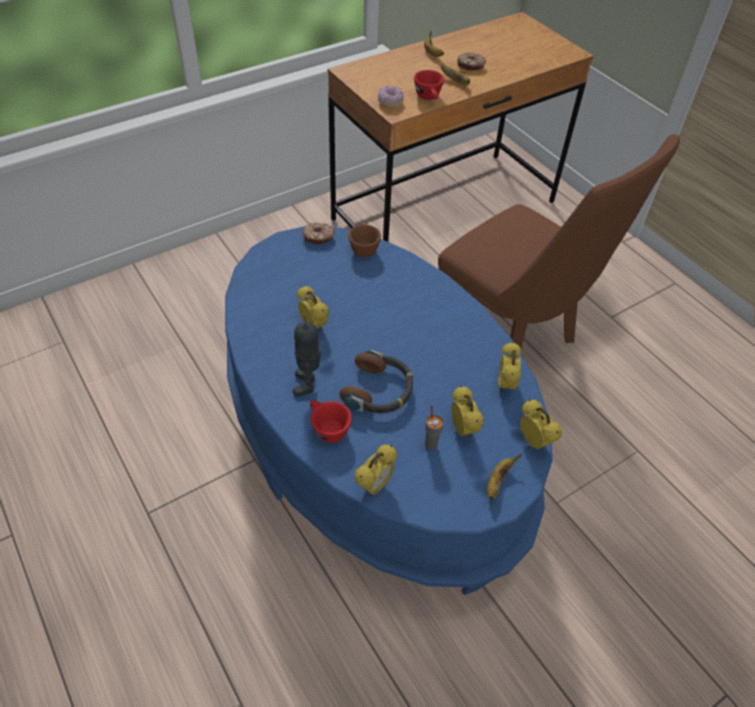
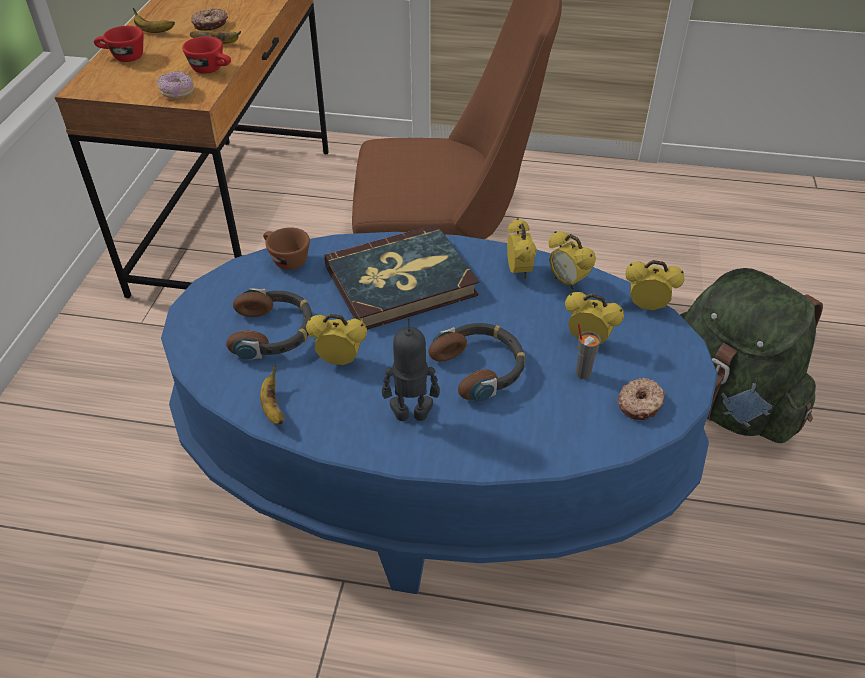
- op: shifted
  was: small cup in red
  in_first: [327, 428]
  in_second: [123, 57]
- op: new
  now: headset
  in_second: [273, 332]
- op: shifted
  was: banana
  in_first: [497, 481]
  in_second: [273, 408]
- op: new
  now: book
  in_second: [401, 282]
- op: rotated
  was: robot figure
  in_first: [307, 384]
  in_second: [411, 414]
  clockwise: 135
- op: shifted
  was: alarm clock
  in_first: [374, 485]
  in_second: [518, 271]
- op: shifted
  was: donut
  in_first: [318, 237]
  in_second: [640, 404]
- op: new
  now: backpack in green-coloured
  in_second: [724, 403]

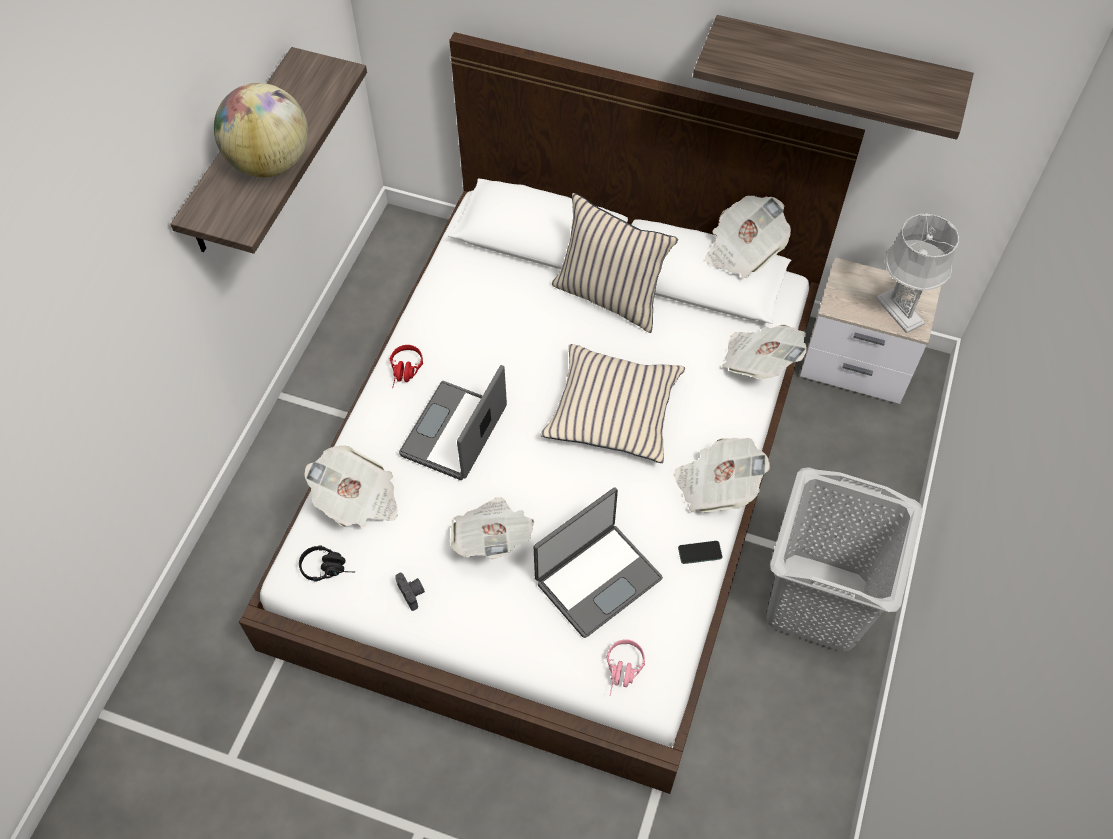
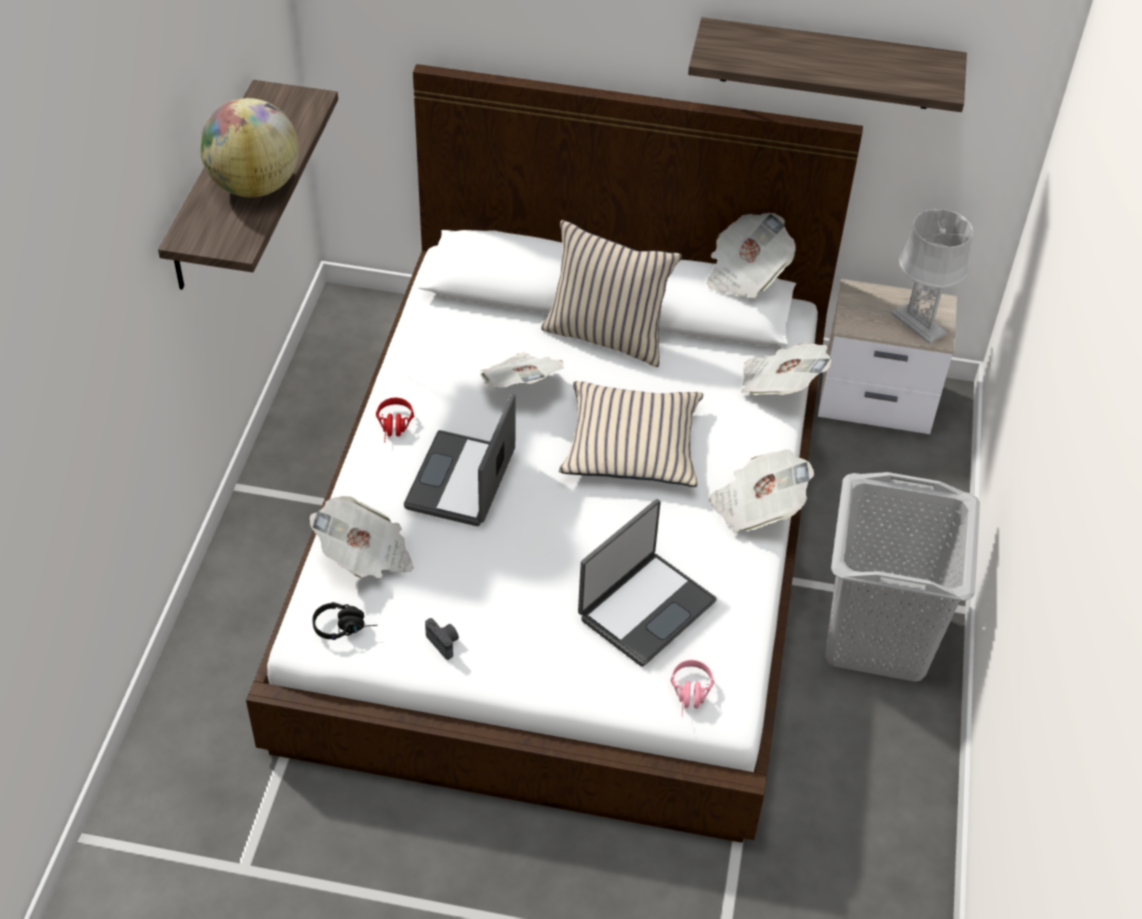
- op: shifted
  was: printed paper
  in_first: [492, 538]
  in_second: [521, 386]
- op: gone
  was: telephone
  in_first: [700, 552]

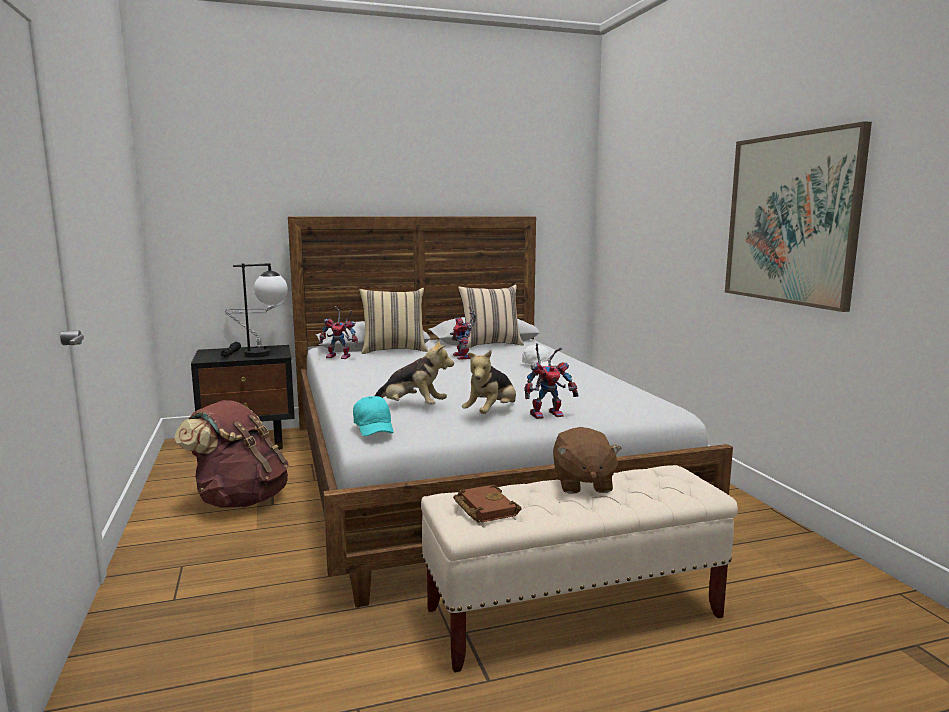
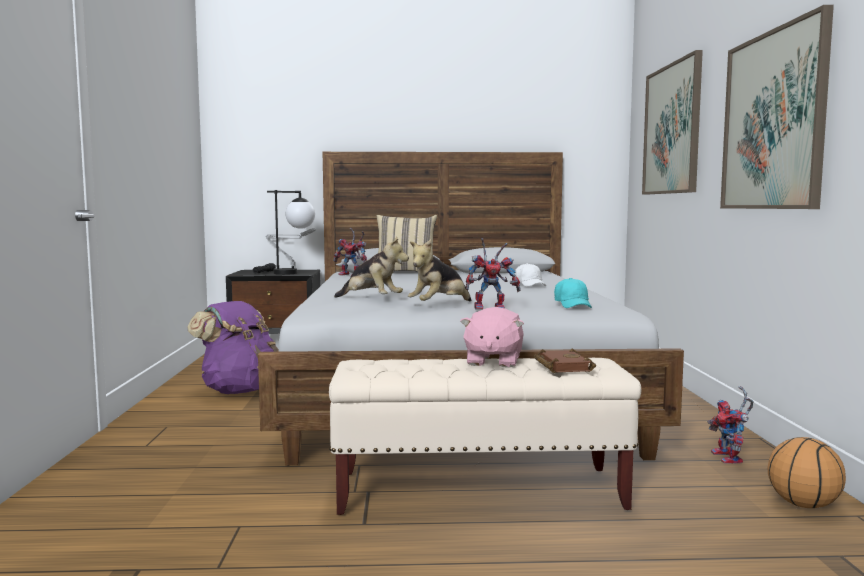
- op: repainted
  was: backpack in brown
  now: backpack in purple-coloured
  in_first: [240, 500]
  in_second: [241, 391]
- op: repainted
  was: plush toy in brown
  now: plush toy in pinkish
  in_first: [582, 484]
  in_second: [492, 361]
- op: shifted
  was: book in brown
  in_first: [483, 508]
  in_second: [561, 366]
- op: shifted
  was: baseball cap in turquoise
  in_first: [374, 428]
  in_second: [573, 305]
- op: new
  now: picture
  in_second: [672, 129]
- op: shifted
  was: robot figure
  in_first: [464, 357]
  in_second: [730, 459]
- op: new
  now: ball for basketball
  in_second: [803, 505]
- op: gone
  was: cushion in beige-coloured
  in_first: [490, 345]

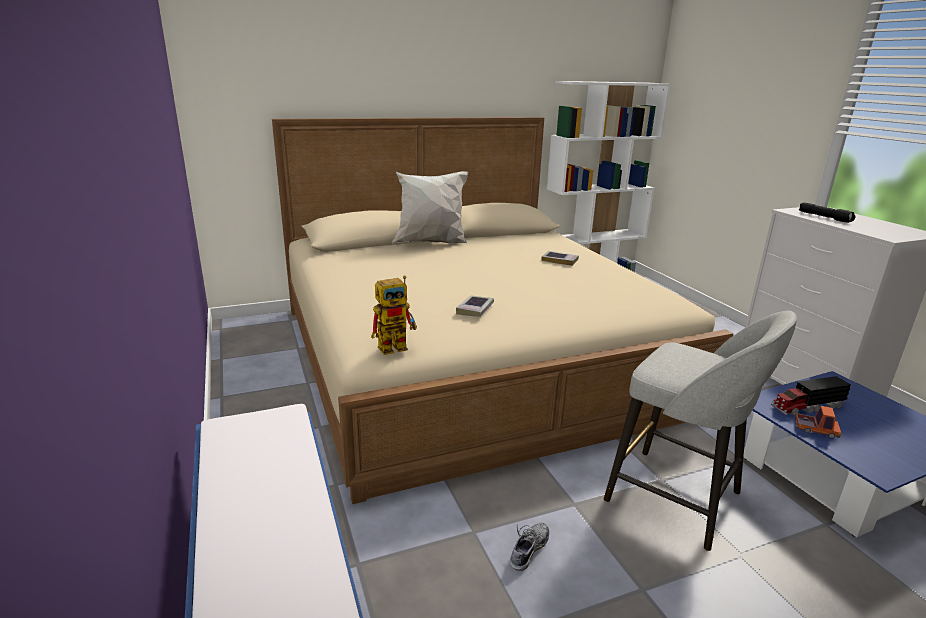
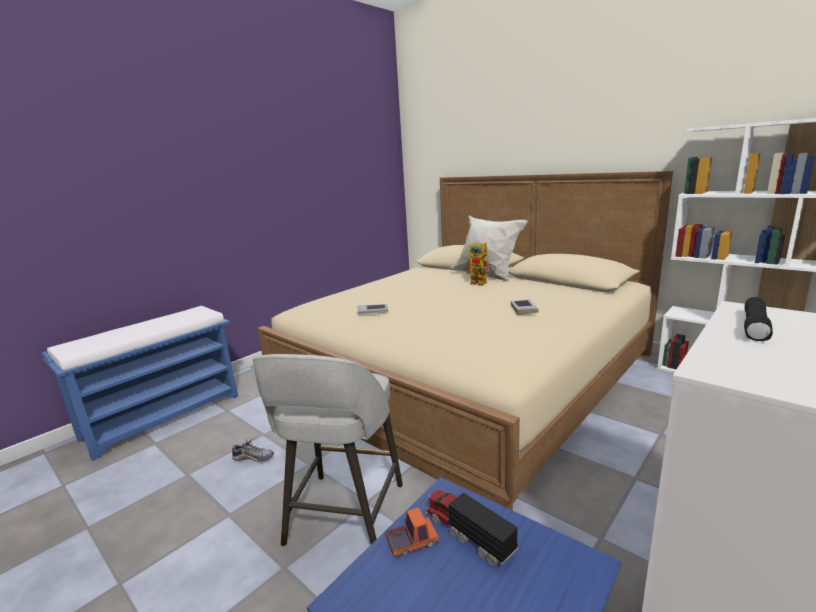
- op: rotated
  was: toy truck
  in_first: [815, 430]
  in_second: [412, 542]
  clockwise: -105
- op: shifted
  was: robot figure
  in_first: [397, 346]
  in_second: [482, 283]

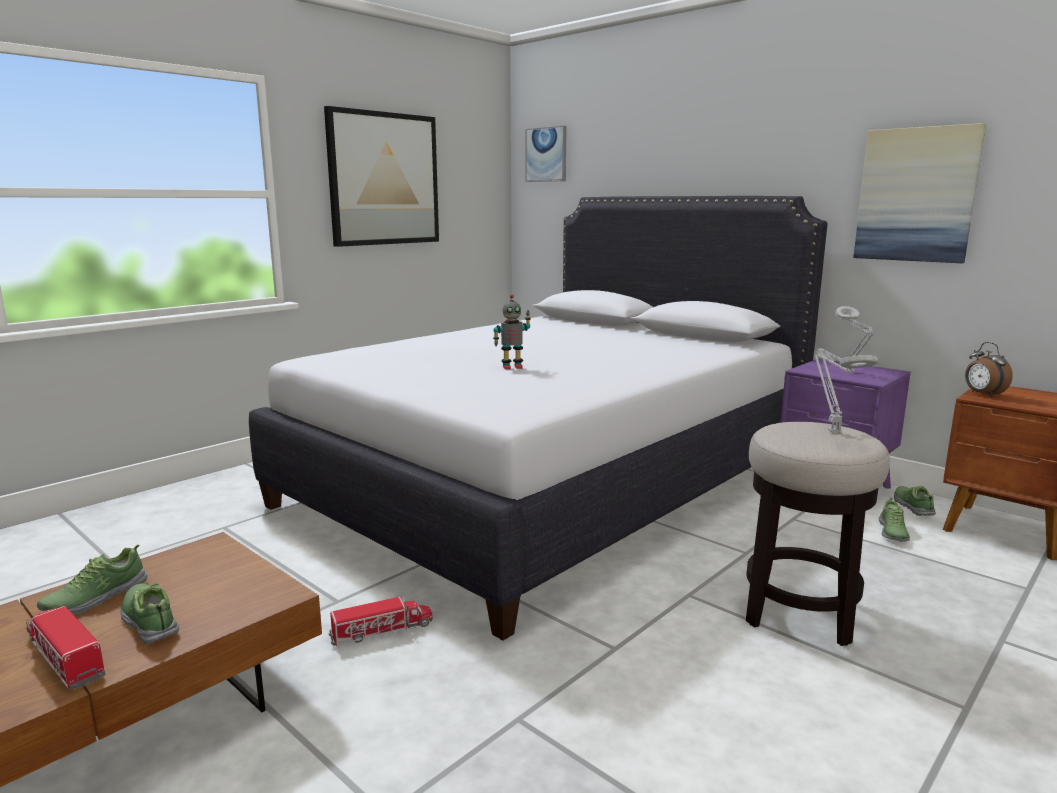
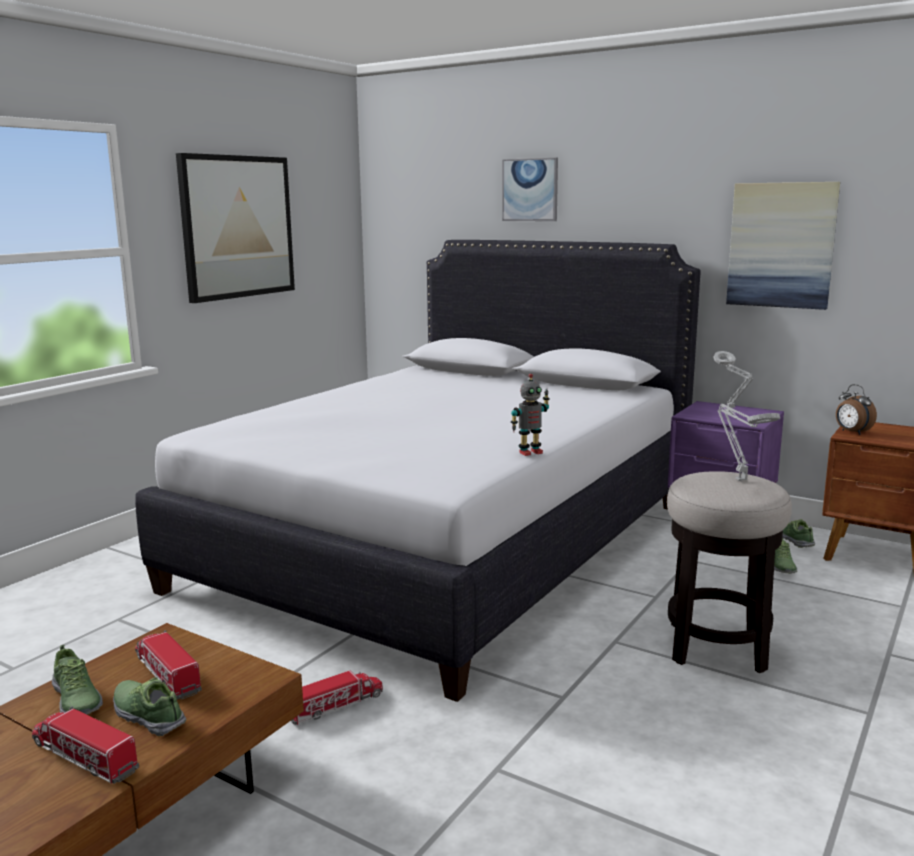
- op: rotated
  was: item of footwear
  in_first: [95, 598]
  in_second: [76, 700]
  clockwise: -60
- op: new
  now: toy truck
  in_second: [167, 674]
- op: shifted
  was: picture
  in_first: [546, 154]
  in_second: [530, 190]
- op: shifted
  was: robot figure
  in_first: [512, 367]
  in_second: [530, 452]

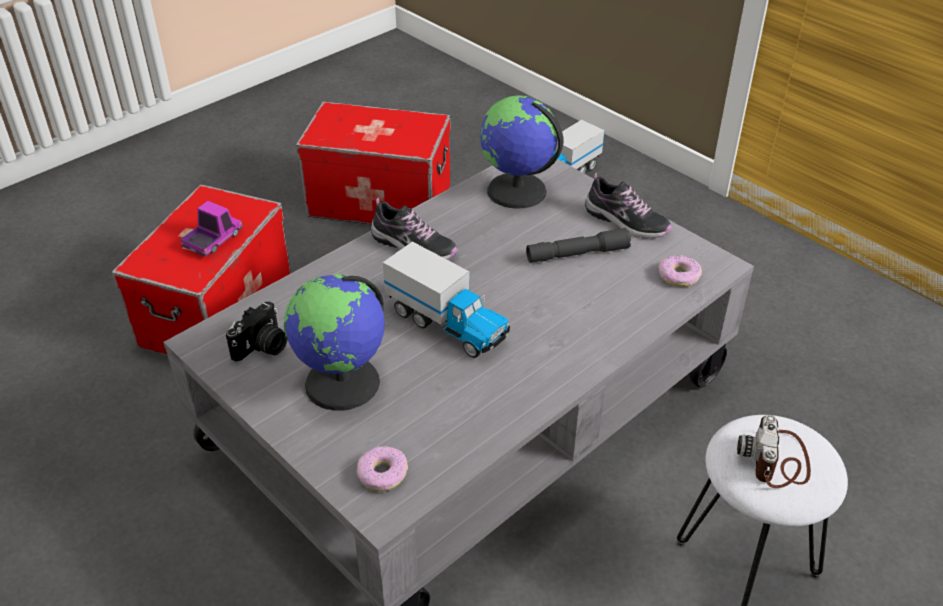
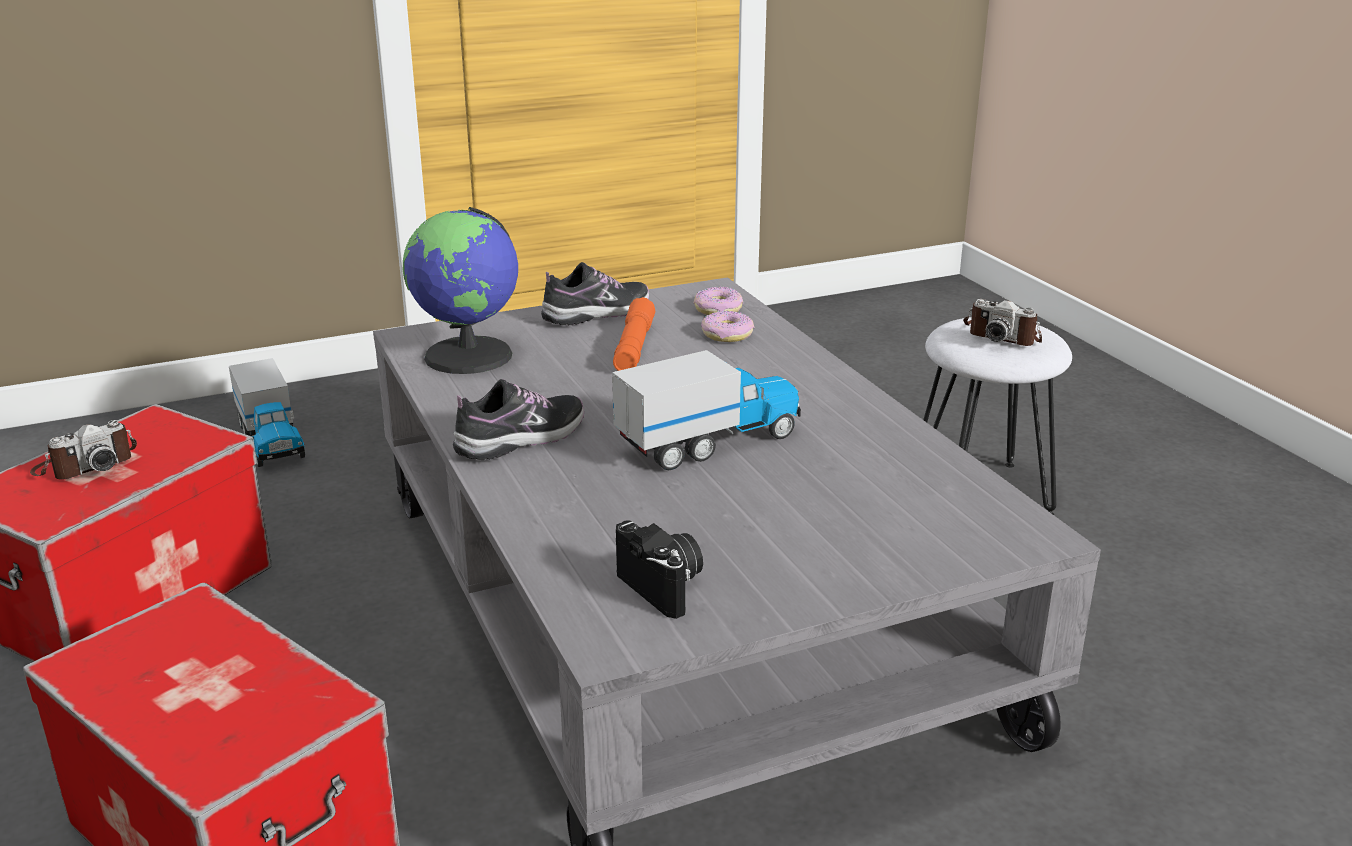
- op: new
  now: photo camera
  in_second: [86, 465]
- op: repainted
  was: torch in gray
  now: torch in orange-coloured
  in_first: [577, 254]
  in_second: [634, 347]
- op: shifted
  was: donut
  in_first: [382, 474]
  in_second: [727, 335]
- op: gone
  was: toy truck
  in_first: [213, 240]
- op: gone
  was: desk globe
  in_first: [343, 383]

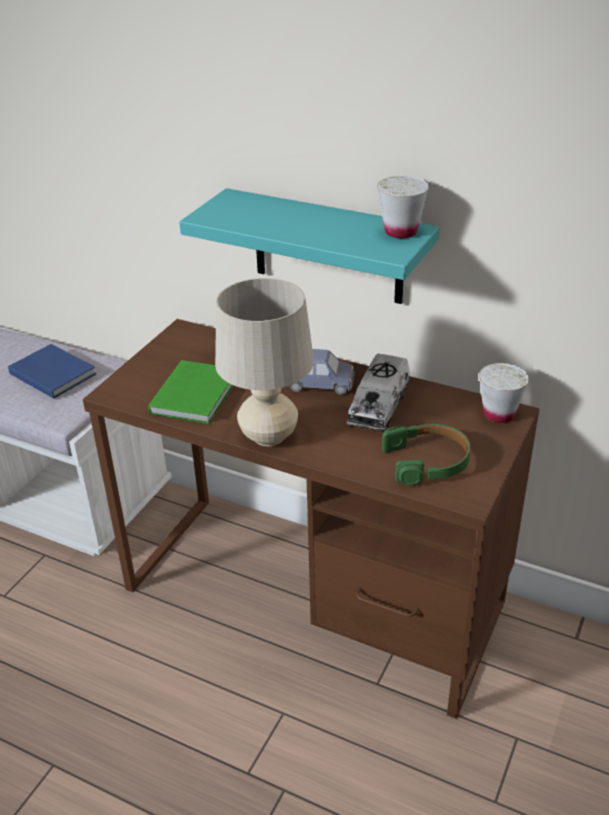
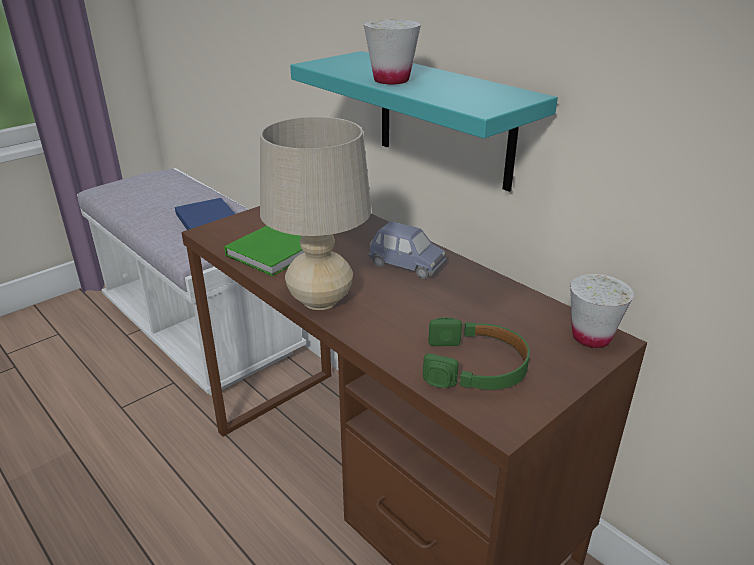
- op: shifted
  was: small cup in white-coloured
  in_first: [400, 232]
  in_second: [391, 80]
- op: gone
  was: toy truck
  in_first: [379, 407]

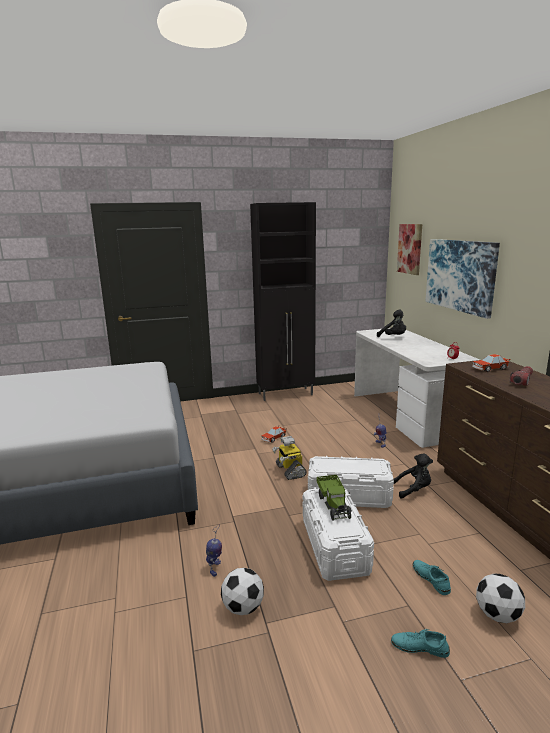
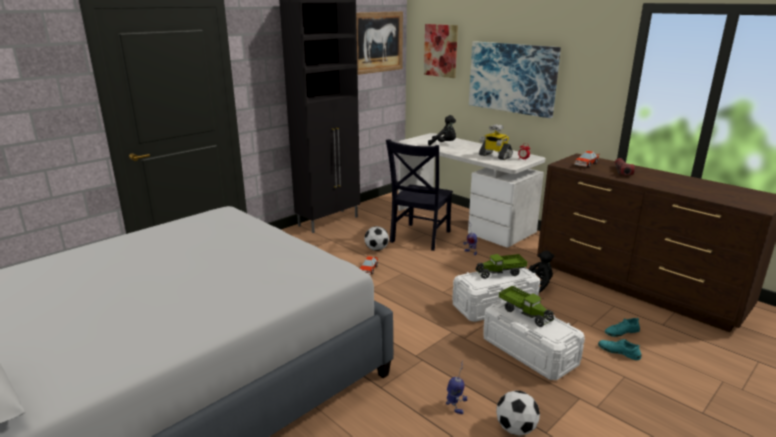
- op: new
  now: picture
  in_second: [377, 42]
- op: shifted
  was: football ball
  in_first: [497, 615]
  in_second: [376, 249]
- op: new
  now: plain chair in black-coloured
  in_second: [419, 237]
- op: new
  now: toy truck
  in_second: [500, 273]
- op: shifted
  was: robot figure
  in_first: [289, 470]
  in_second: [494, 156]
- op: shifted
  was: item of footwear in turquoise
  in_first: [419, 647]
  in_second: [621, 332]

